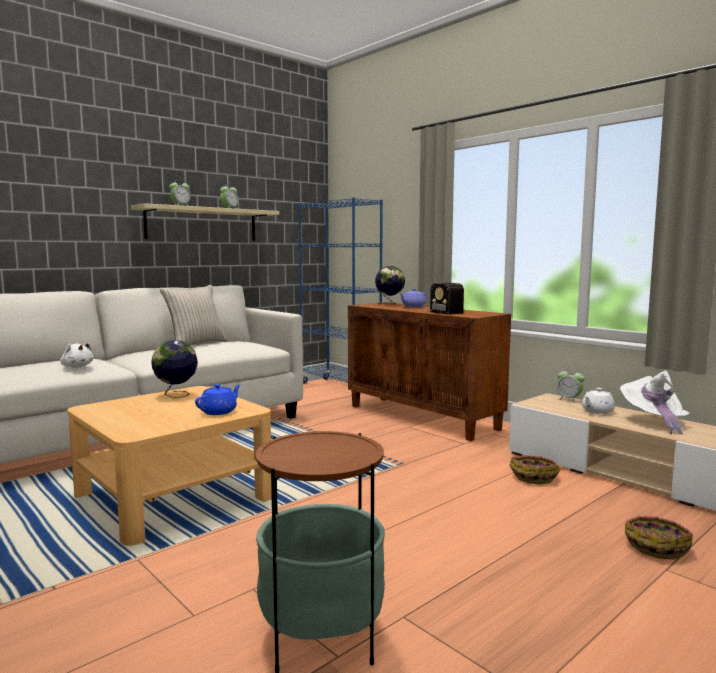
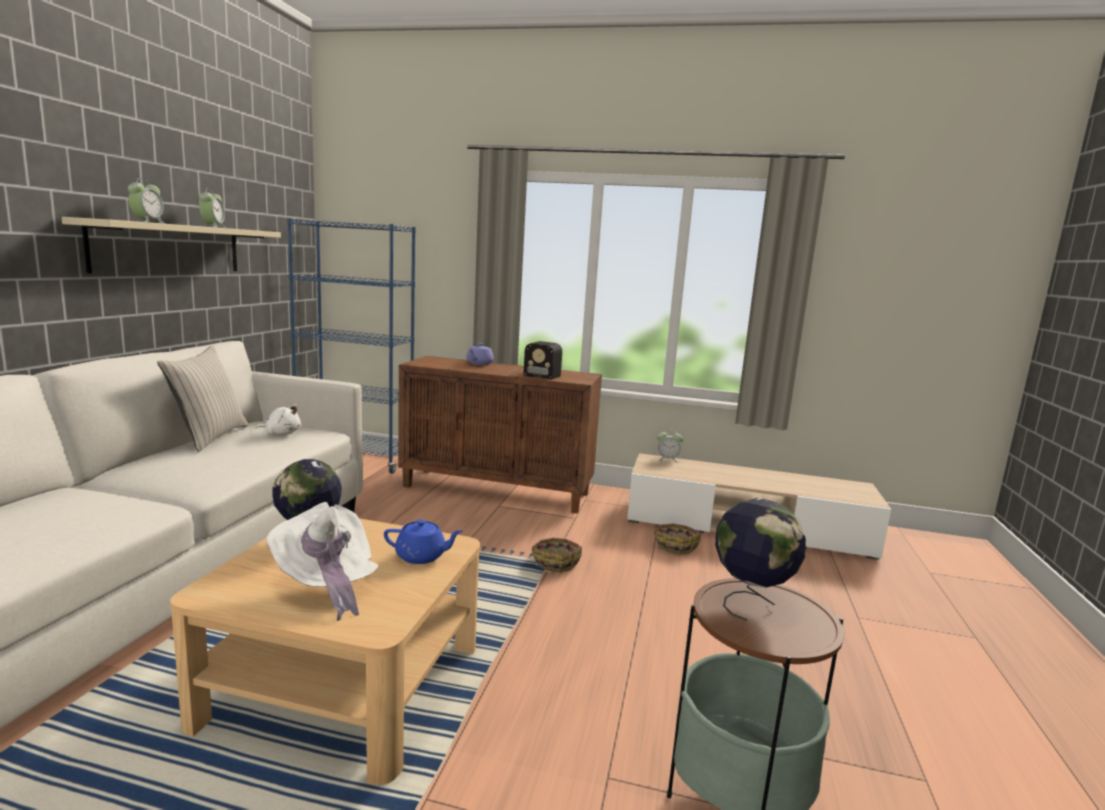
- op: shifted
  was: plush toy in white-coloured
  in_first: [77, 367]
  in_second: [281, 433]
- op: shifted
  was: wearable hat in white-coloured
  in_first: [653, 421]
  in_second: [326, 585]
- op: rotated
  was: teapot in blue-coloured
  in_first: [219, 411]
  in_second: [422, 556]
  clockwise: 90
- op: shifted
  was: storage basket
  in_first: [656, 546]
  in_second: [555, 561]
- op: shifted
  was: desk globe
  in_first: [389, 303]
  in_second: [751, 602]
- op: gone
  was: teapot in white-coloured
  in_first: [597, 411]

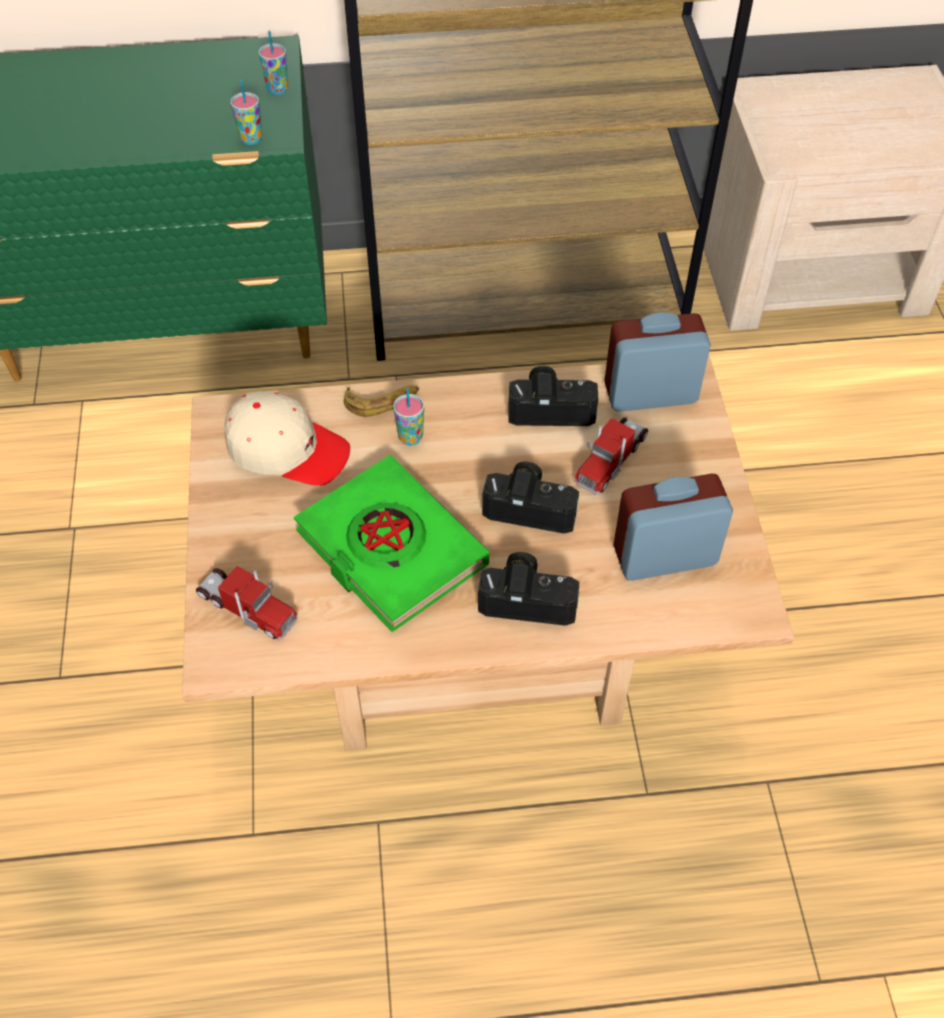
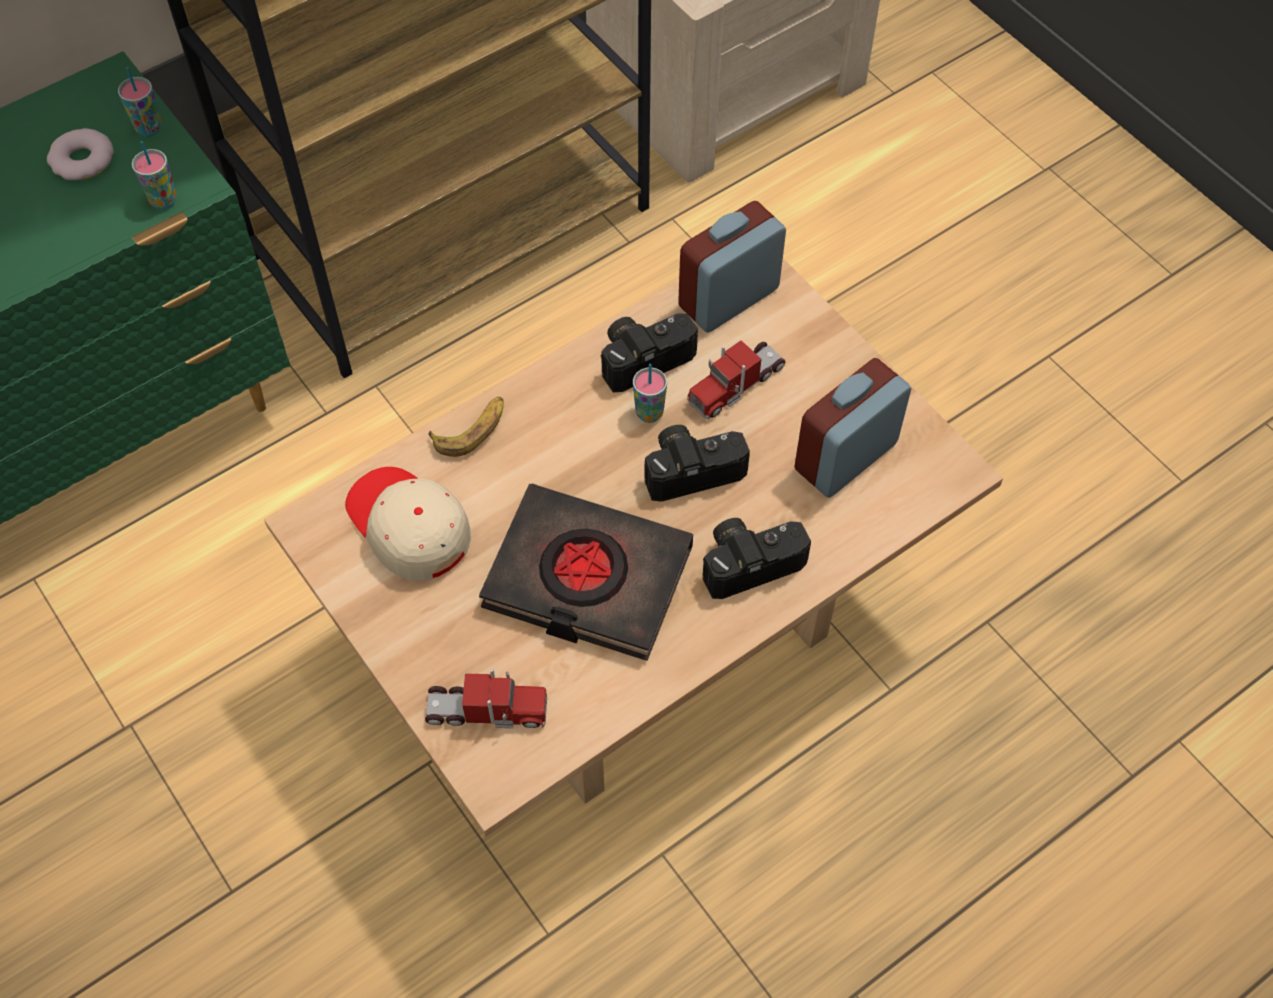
- op: new
  now: donut
  in_second: [83, 160]
- op: rotated
  was: baseball cap in beige-coloured
  in_first: [287, 449]
  in_second: [408, 527]
  clockwise: -120
- op: repainted
  was: book in green-coloured
  now: book in black-coloured
  in_first: [391, 549]
  in_second: [587, 579]
- op: shifted
  was: small cup
  in_first: [410, 437]
  in_second: [649, 413]
- op: rotated
  was: toy truck
  in_first: [611, 460]
  in_second: [736, 385]
  clockwise: 45

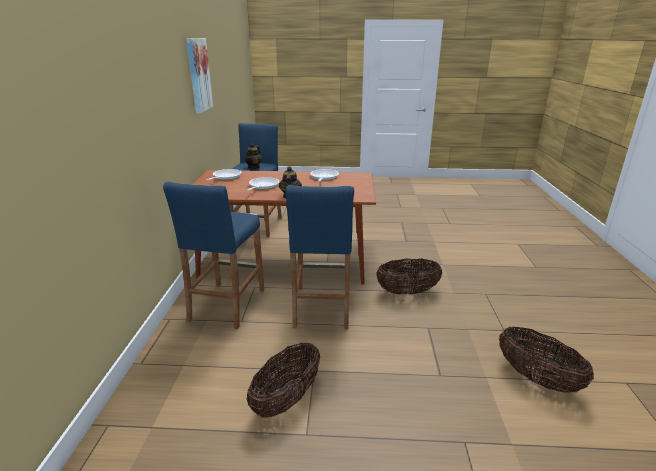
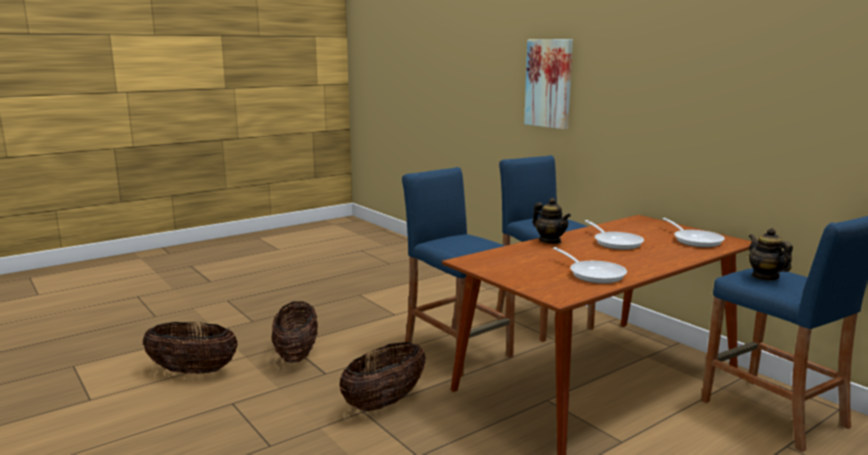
- op: shifted
  was: storage basket
  in_first: [287, 399]
  in_second: [296, 355]
- op: shifted
  was: picture
  in_first: [199, 75]
  in_second: [549, 83]

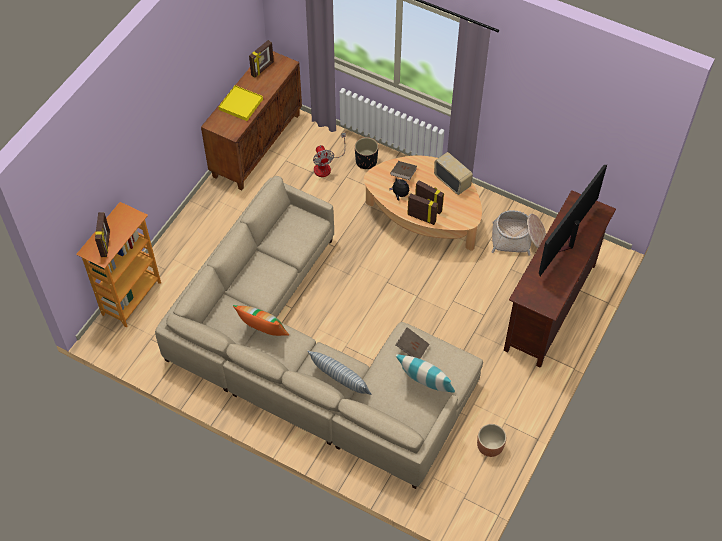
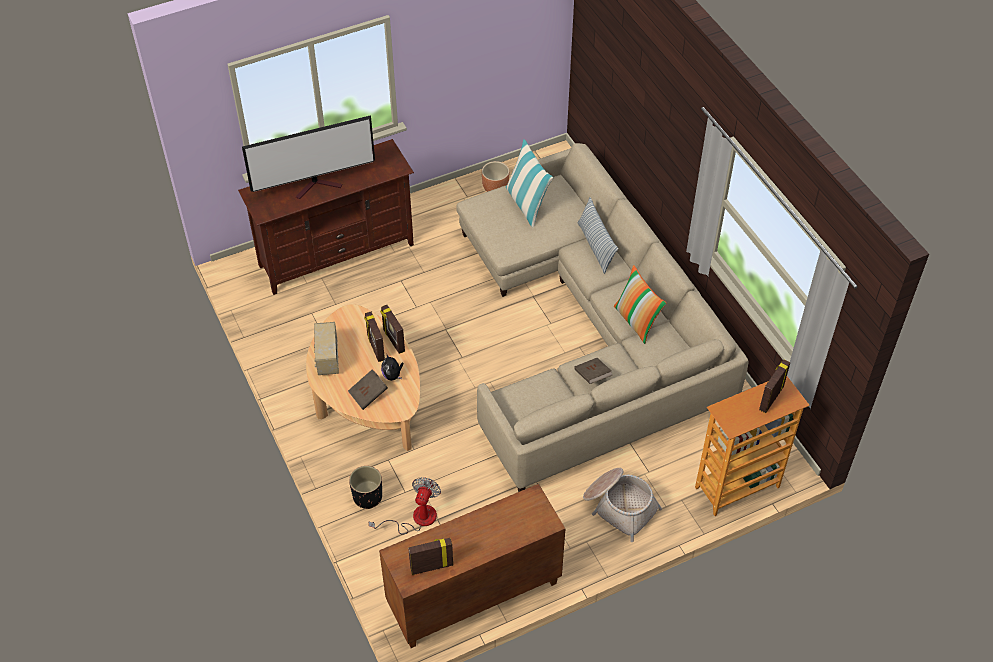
- op: shifted
  was: book in brown
  in_first: [412, 348]
  in_second: [592, 376]
- op: shifted
  was: storage basket
  in_first: [518, 239]
  in_second: [619, 506]
- op: gone
  was: serving tray in yellow
  in_first: [241, 104]

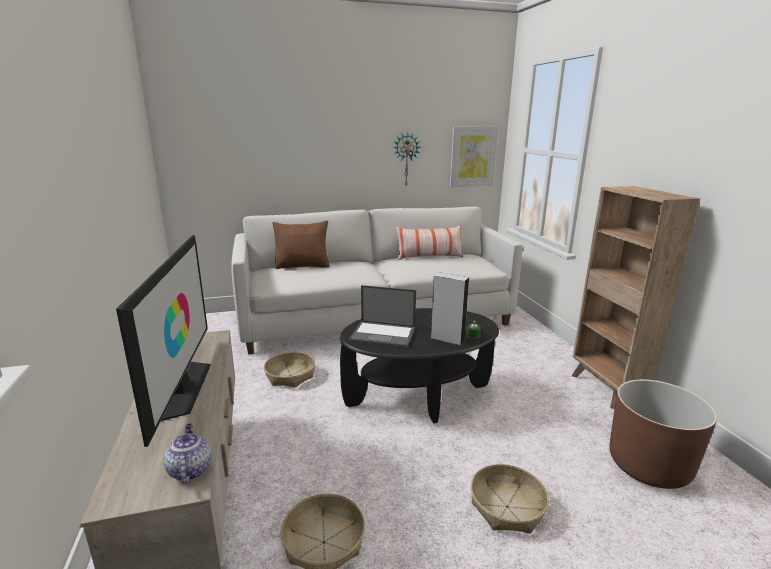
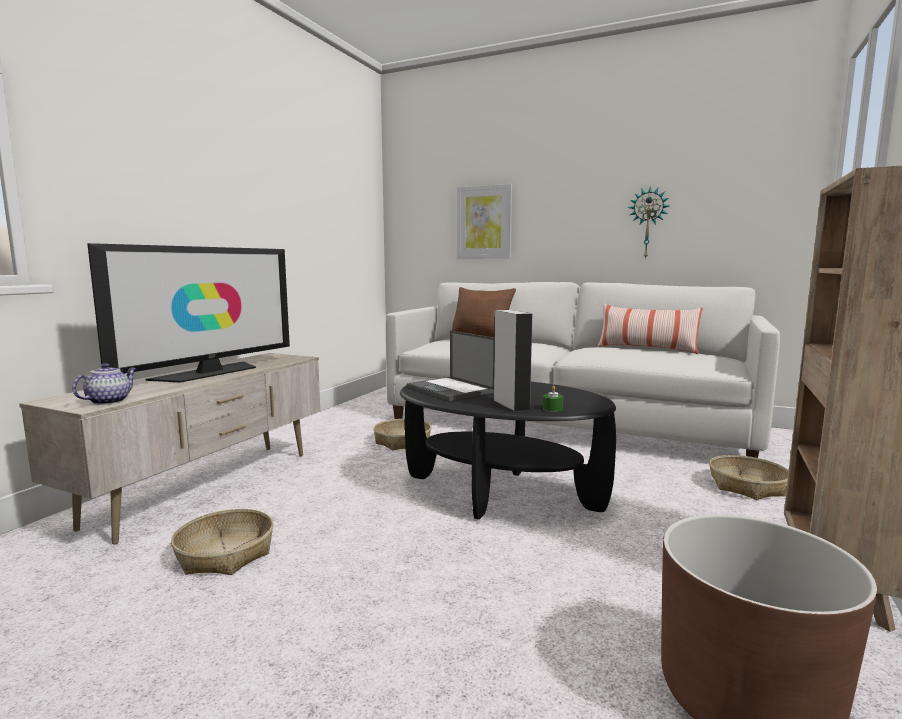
- op: shifted
  was: picture
  in_first: [473, 156]
  in_second: [484, 222]
- op: shifted
  was: storage basket
  in_first: [507, 507]
  in_second: [747, 486]

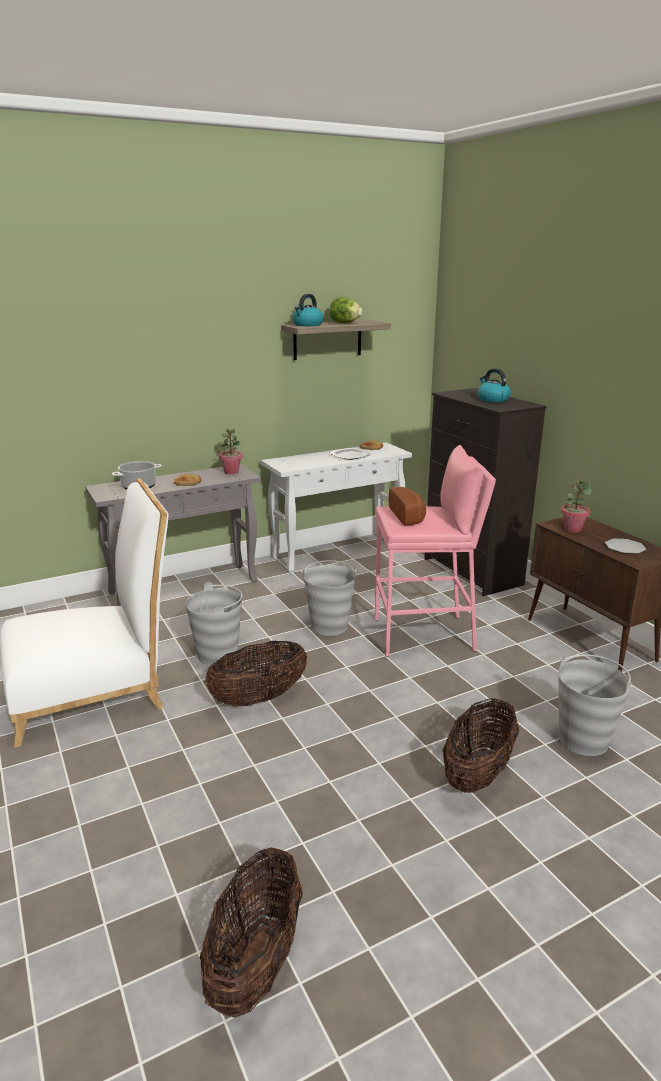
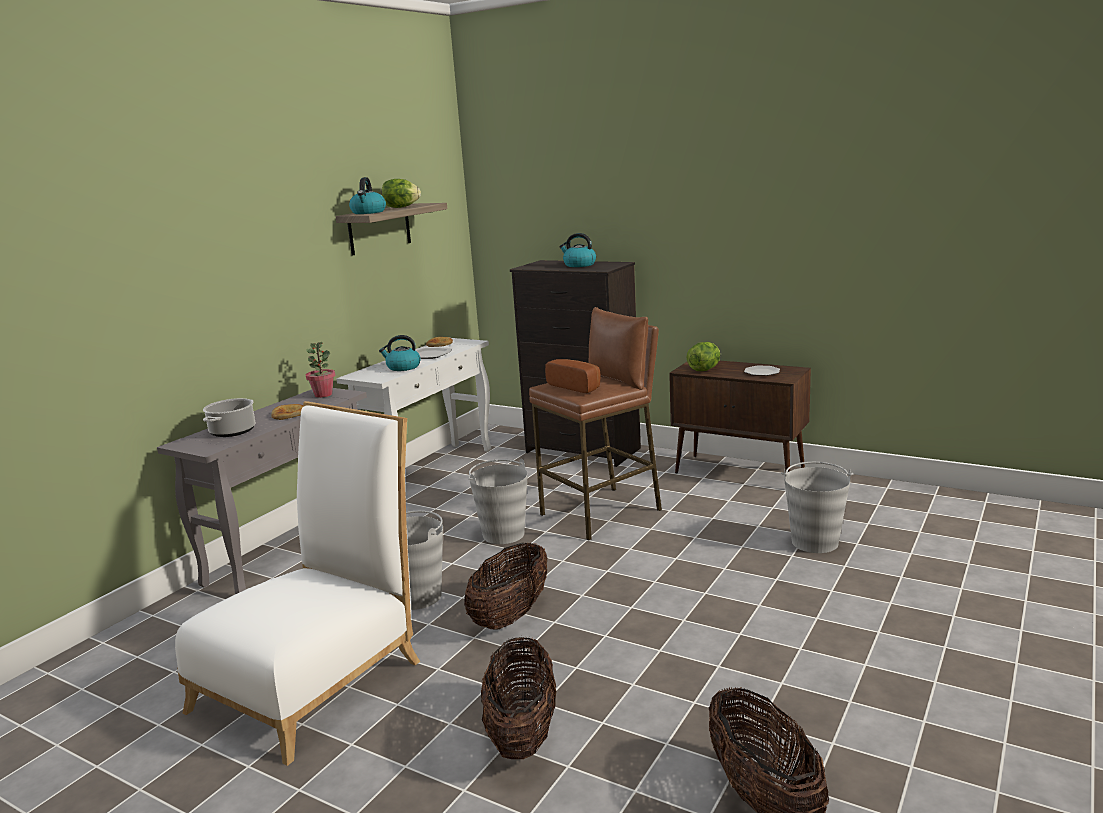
- op: new
  now: tea kettle
  in_second: [403, 367]
- op: shifted
  was: storage basket
  in_first: [478, 773]
  in_second: [522, 733]
- op: repainted
  was: stool seat in pinkish
  now: stool seat in brown
  in_first: [424, 635]
  in_second: [602, 512]
- op: swapped
  was: houseplant
  now: lettuce
  in_first: [572, 529]
  in_second: [704, 369]

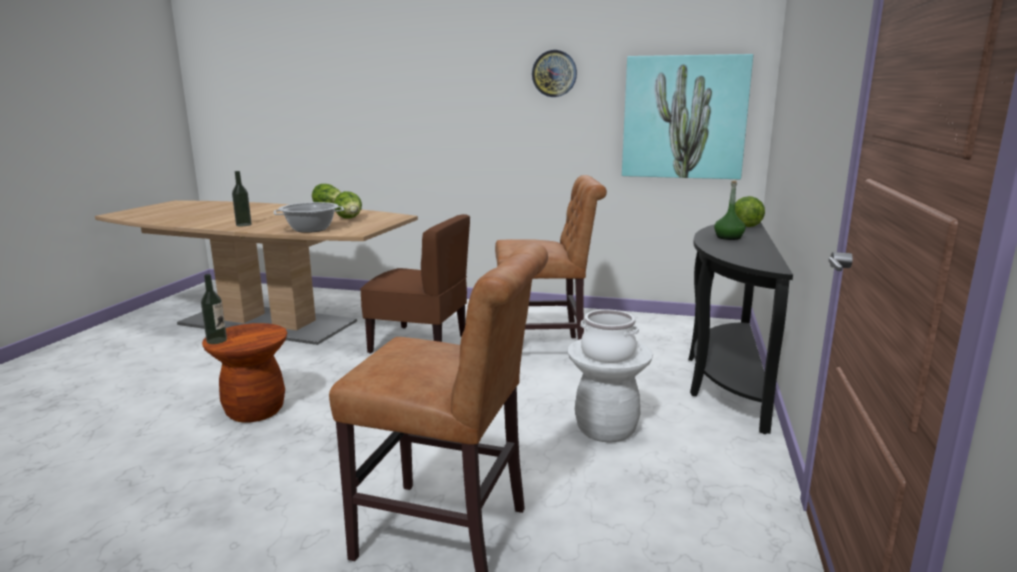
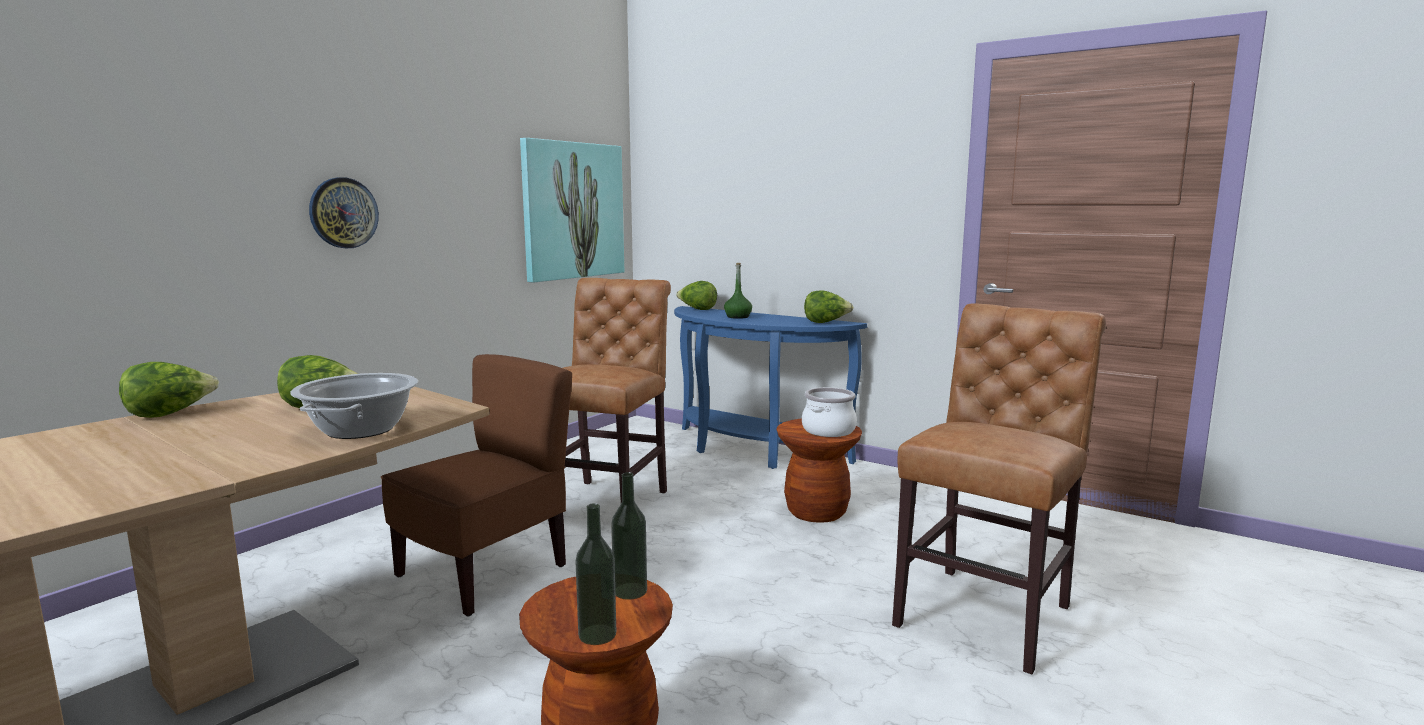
- op: shifted
  was: hanging clock
  in_first: [554, 73]
  in_second: [343, 213]
- op: shifted
  was: drink bottle
  in_first: [243, 225]
  in_second: [630, 591]
- op: repainted
  was: console table in black-coloured
  now: console table in blue-coloured
  in_first: [725, 379]
  in_second: [750, 451]
- op: repainted
  was: stool seat in white-coloured
  now: stool seat in brown
  in_first: [606, 429]
  in_second: [816, 512]
- op: new
  now: lettuce
  in_second: [826, 323]

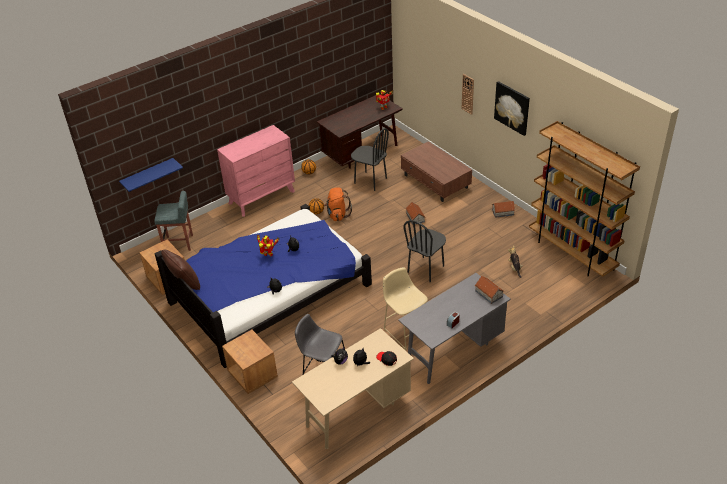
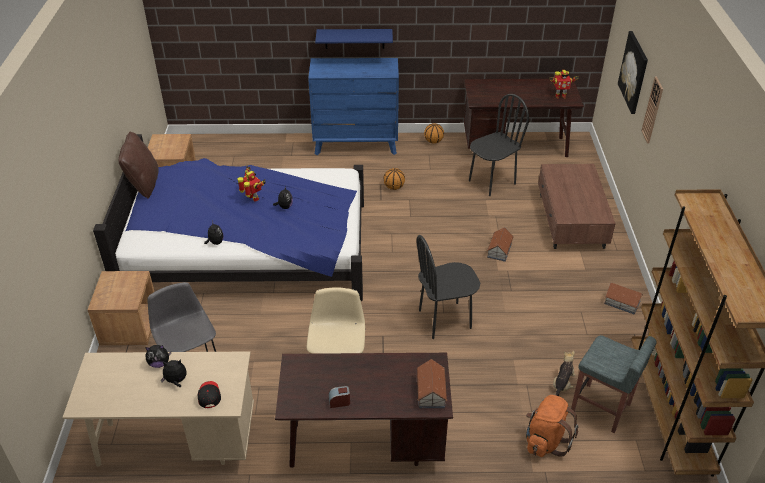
- op: repainted
  was: desk table in gray
  now: desk table in brown
  in_first: [453, 351]
  in_second: [365, 444]
- op: repainted
  was: dresser in pinkish
  now: dresser in blue-coloured
  in_first: [261, 197]
  in_second: [356, 144]
- op: shifted
  was: shelf in blue-coloured
  in_first: [148, 175]
  in_second: [354, 38]
- op: rotated
  was: plain chair in black-coloured
  in_first: [370, 181]
  in_second: [491, 182]
  clockwise: -105
- op: shifted
  was: backpack in orange-coloured
  in_first: [337, 215]
  in_second: [545, 440]
- op: shifted
  was: stool seat in gray
  in_first: [179, 243]
  in_second: [601, 408]
- op: shifted
  was: picture
  in_first: [512, 108]
  in_second: [634, 72]

